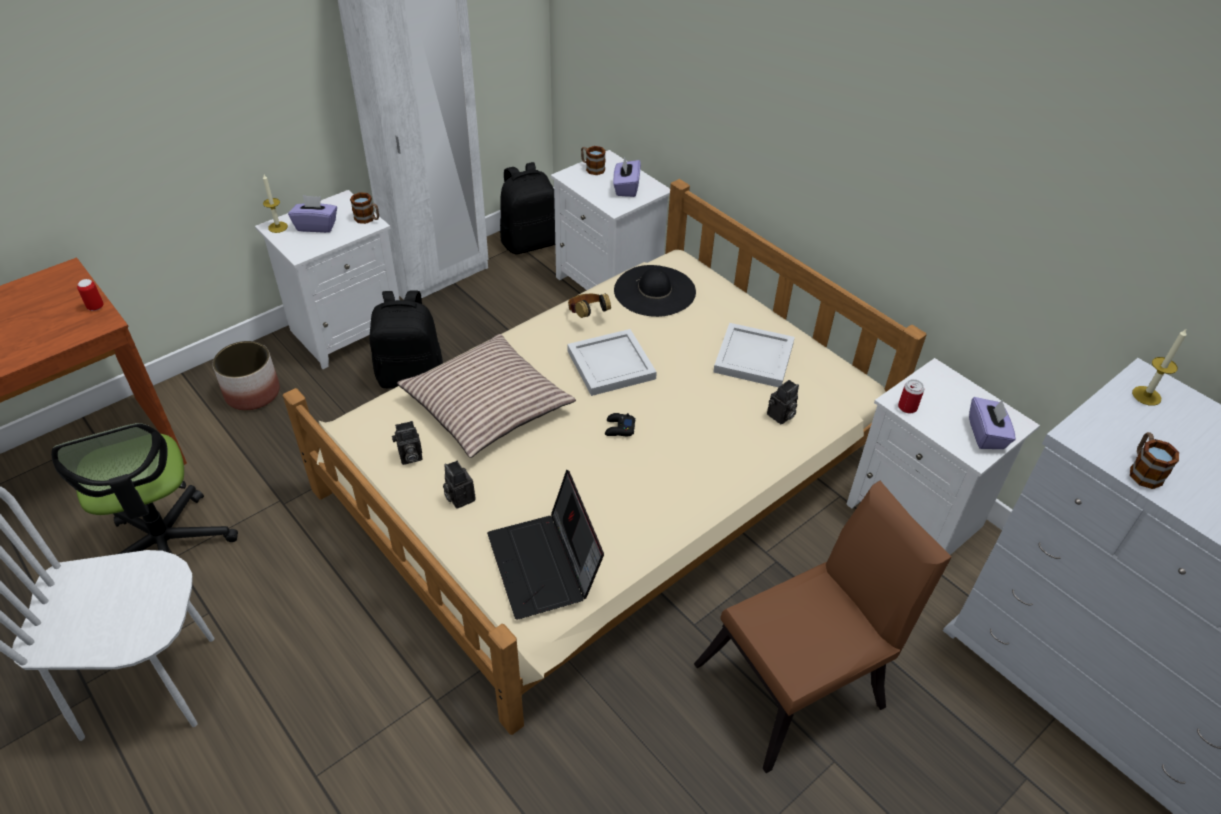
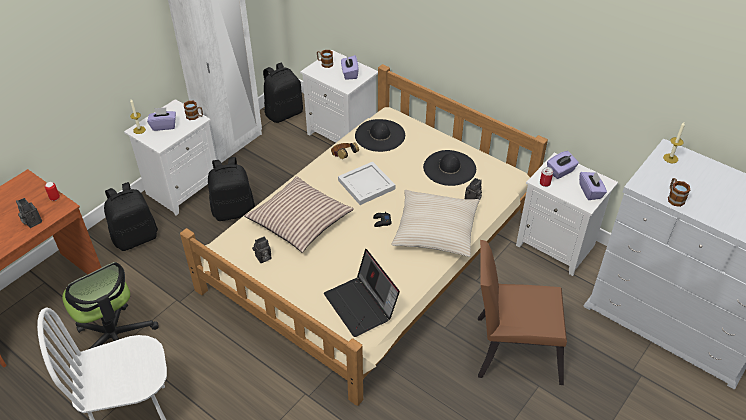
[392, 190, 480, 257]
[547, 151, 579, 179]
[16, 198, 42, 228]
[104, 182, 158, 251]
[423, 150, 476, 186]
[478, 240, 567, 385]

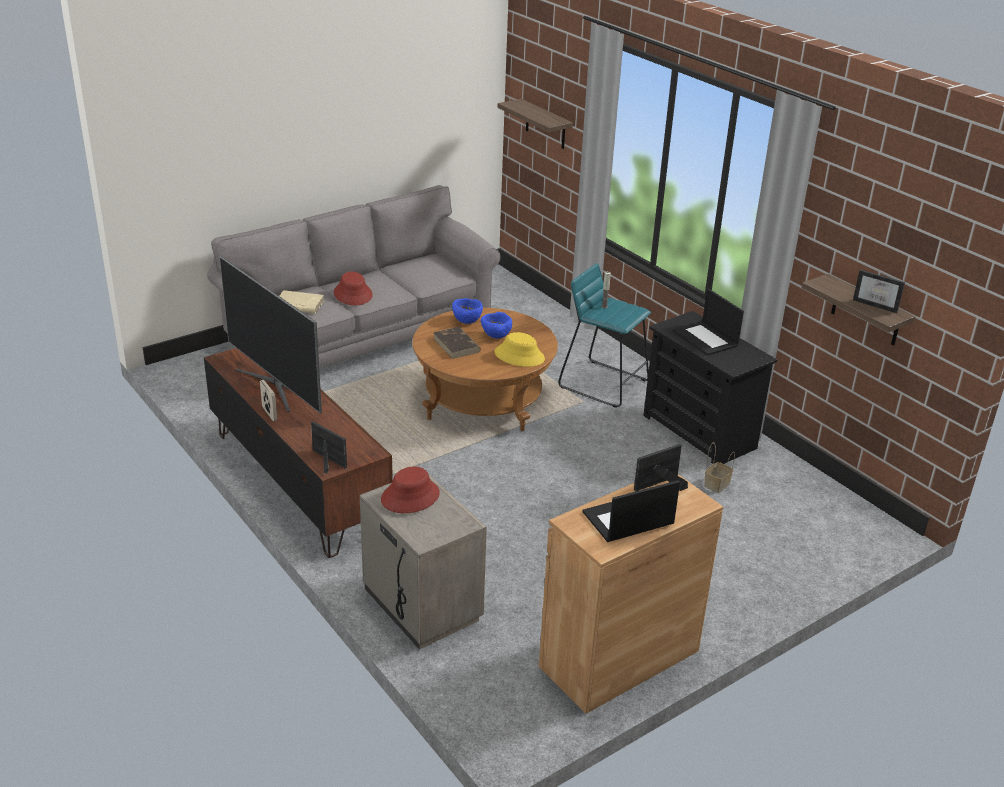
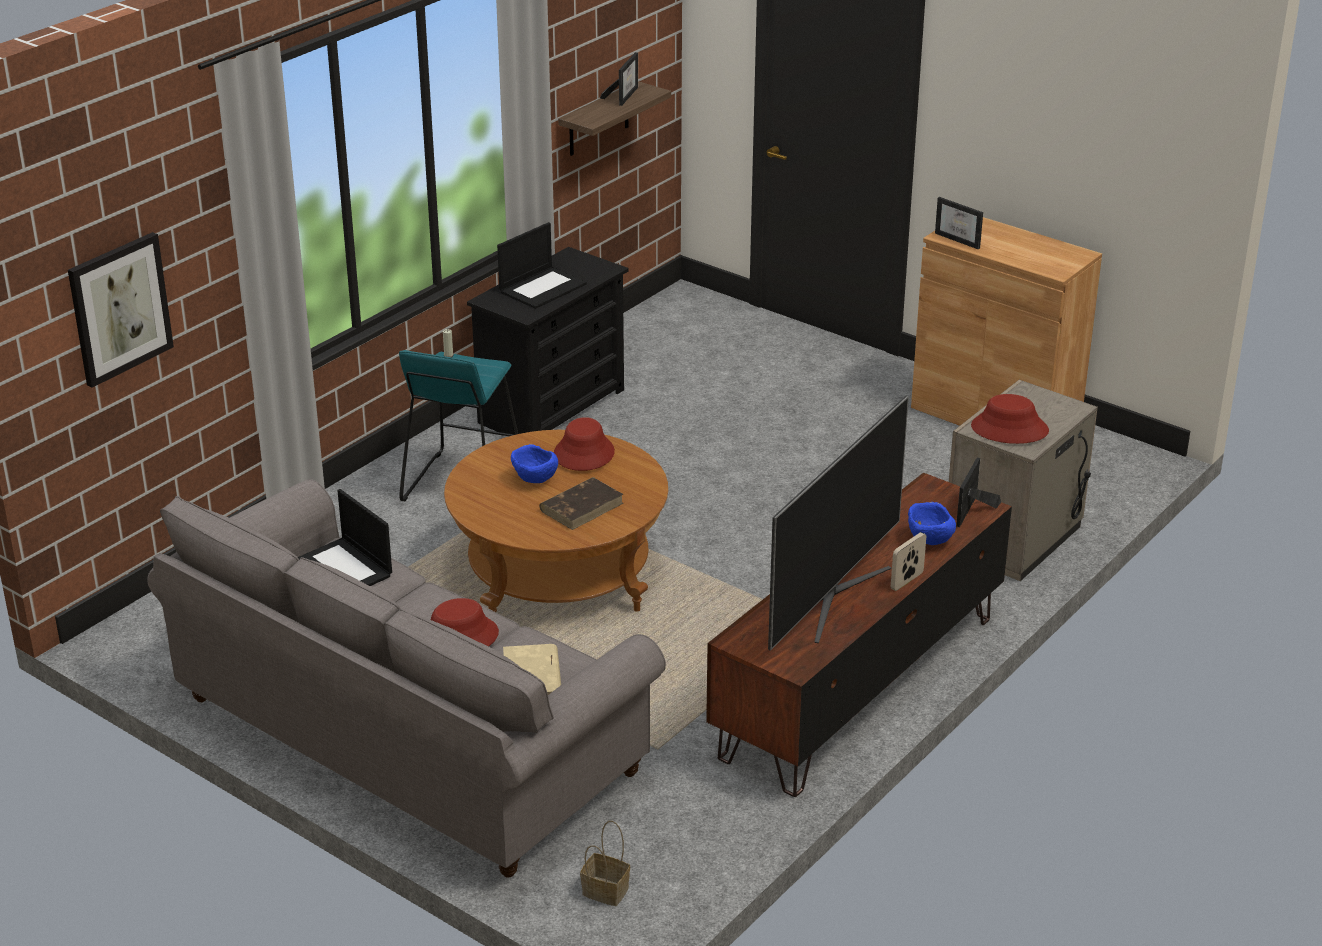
[908, 502, 956, 545]
[298, 489, 392, 586]
[580, 821, 630, 906]
[68, 232, 174, 387]
[554, 417, 615, 471]

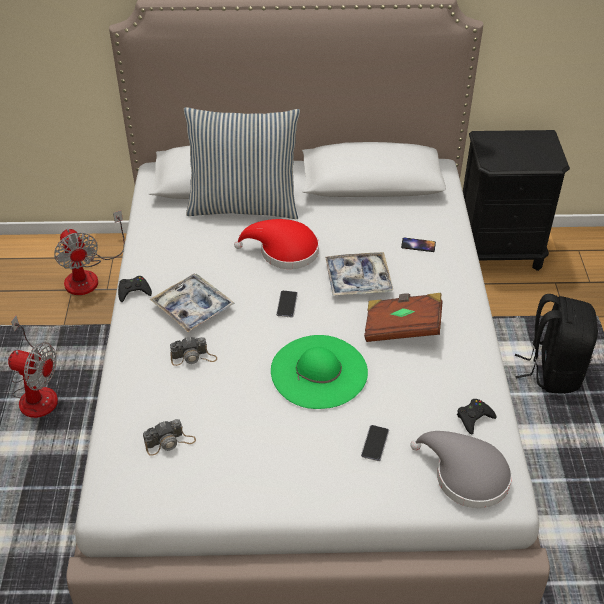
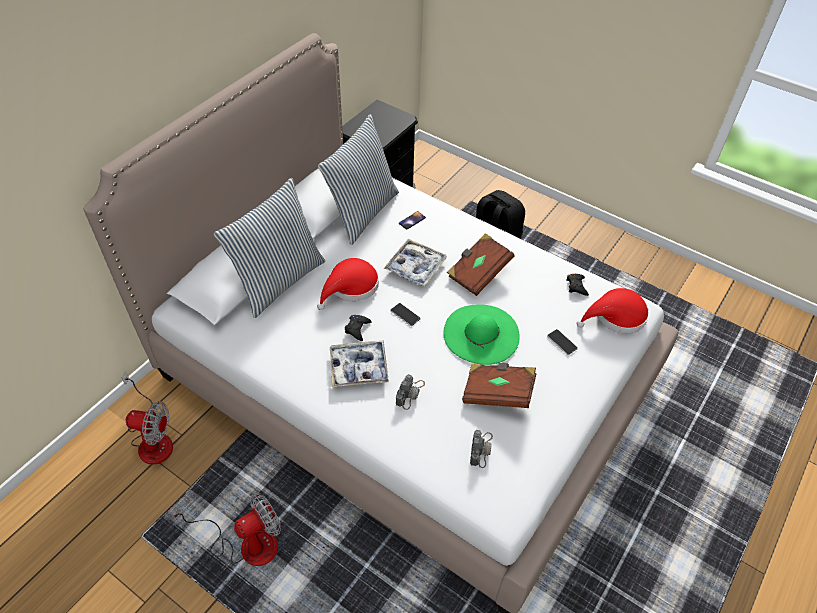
[318, 114, 399, 245]
[462, 363, 536, 408]
[345, 315, 372, 341]
[577, 288, 649, 333]

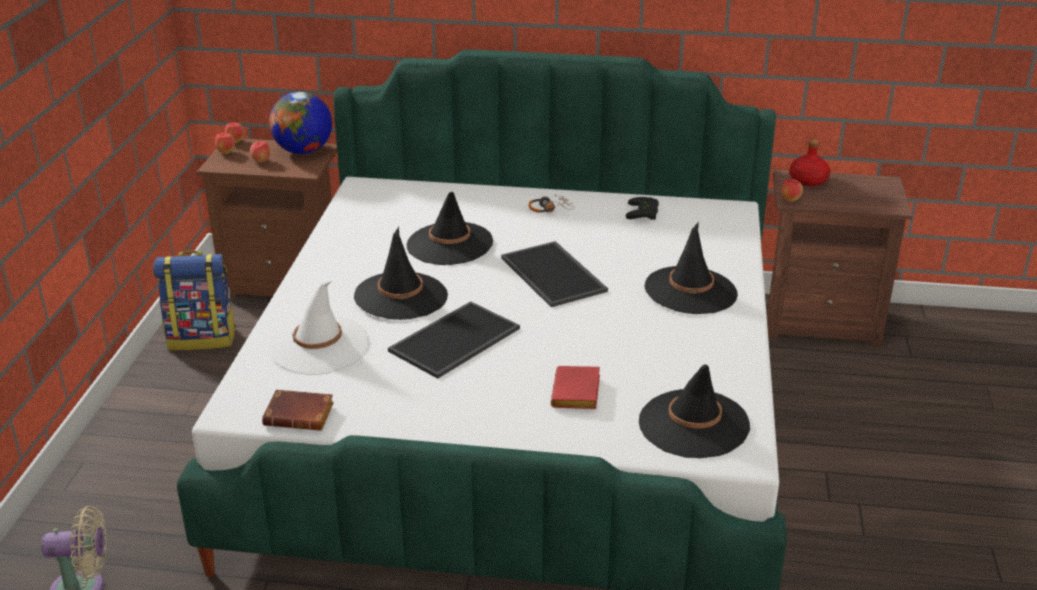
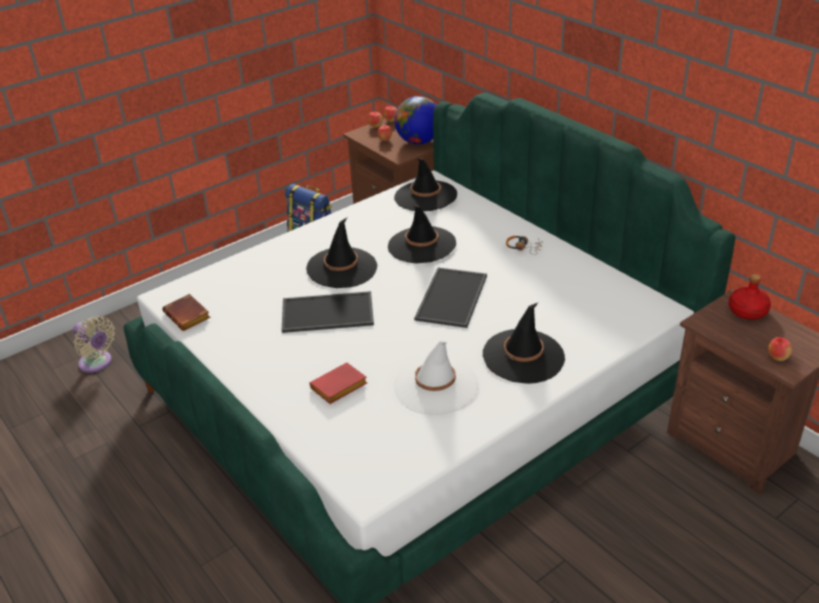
[626, 197, 659, 220] (first image)
[394, 340, 478, 415]
[394, 158, 457, 211]
[768, 337, 792, 361]

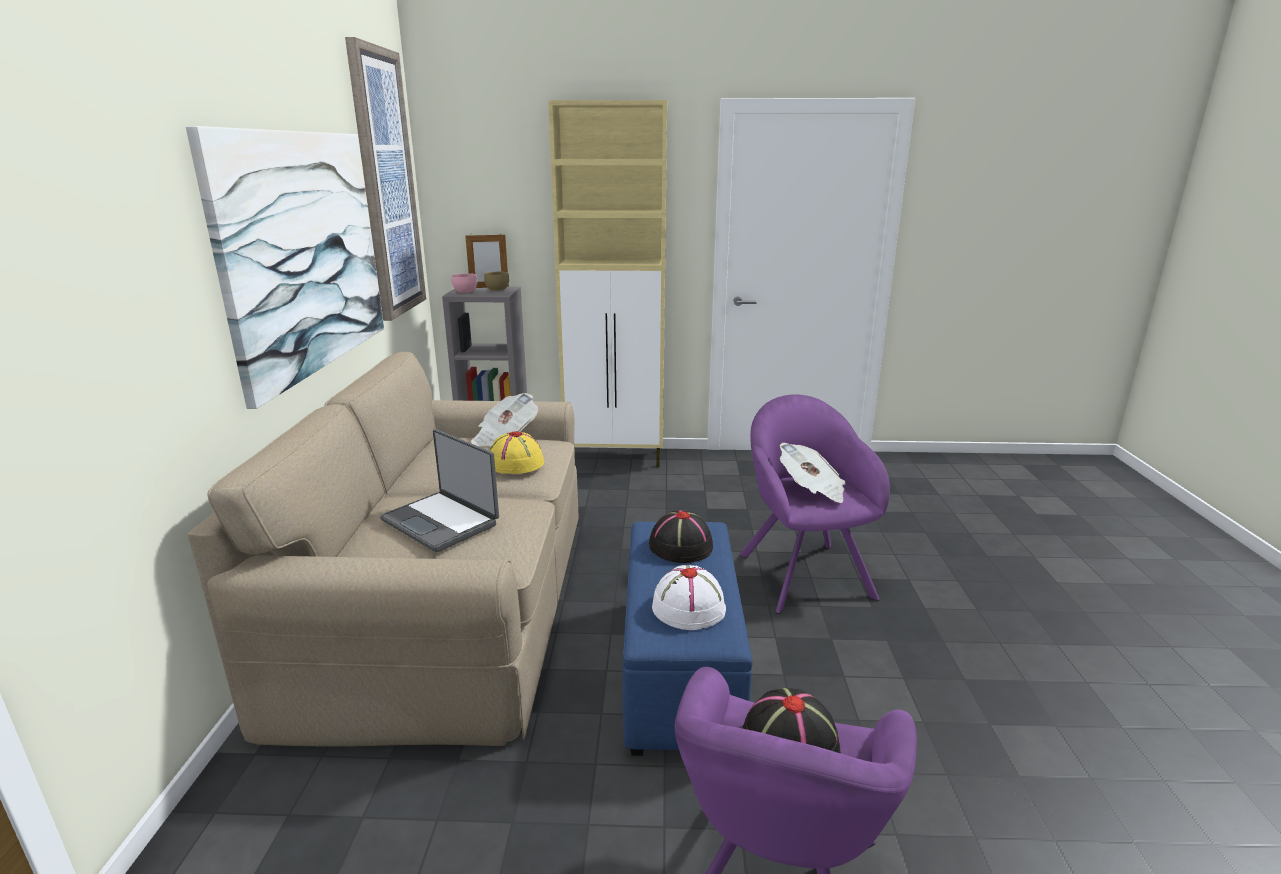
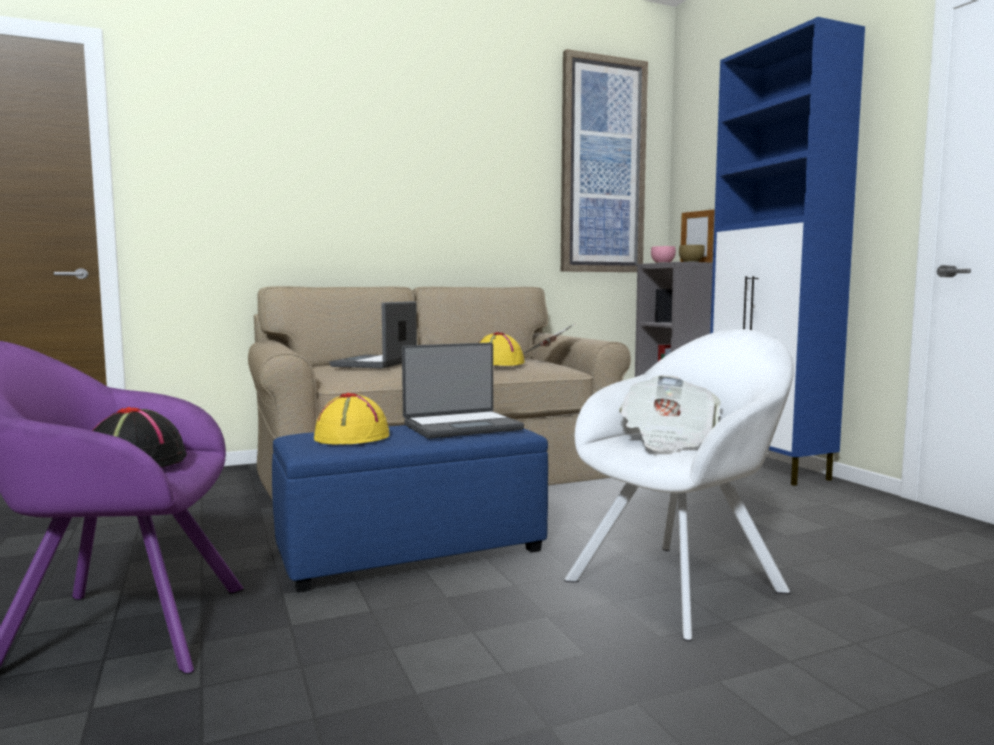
[186, 126, 384, 409] (first image)
[402, 343, 524, 439]
[710, 17, 865, 486]
[314, 393, 389, 445]
[564, 329, 794, 641]

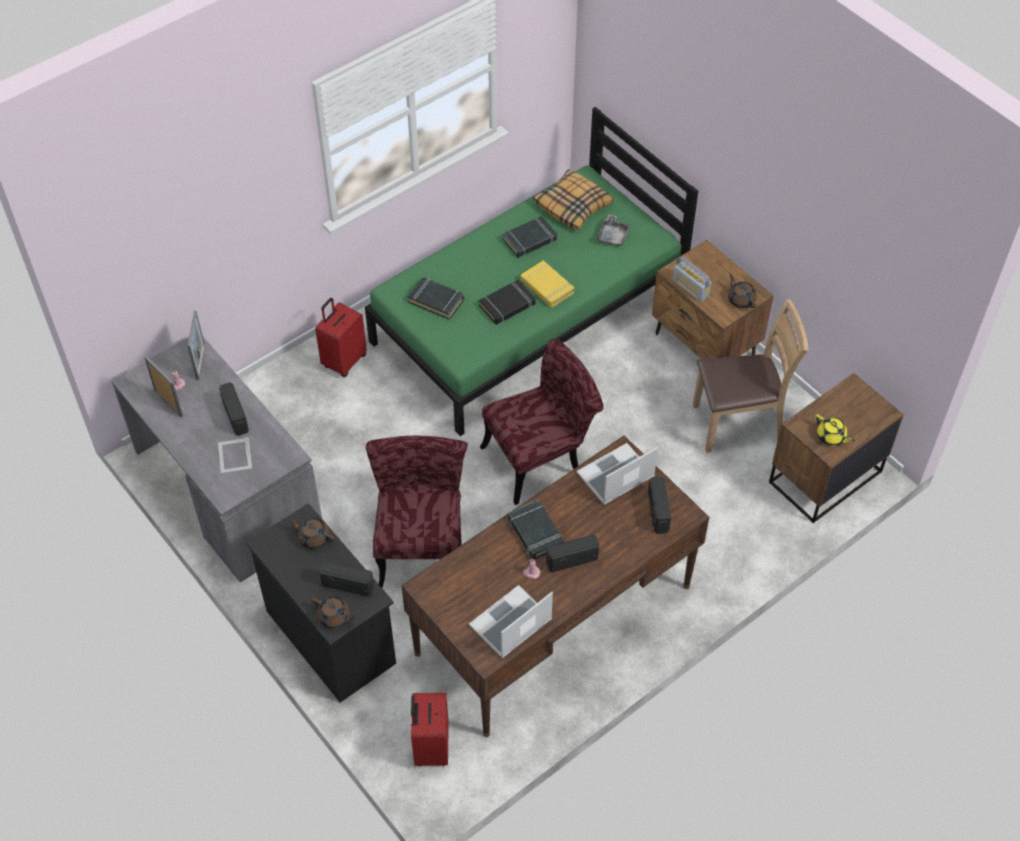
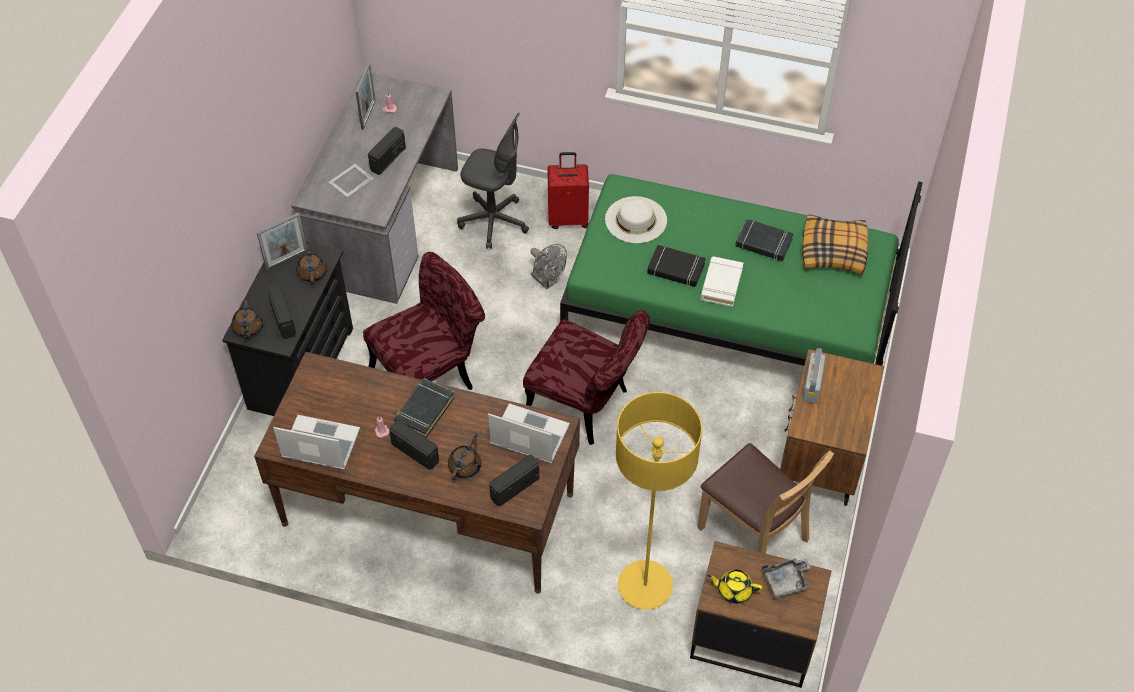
[411, 693, 449, 766] (first image)
[457, 113, 529, 249]
[530, 244, 567, 290]
[616, 392, 702, 610]
[257, 213, 307, 270]
[762, 558, 811, 598]
[448, 434, 481, 480]
[605, 196, 667, 243]
[701, 256, 743, 307]
[707, 569, 763, 603]

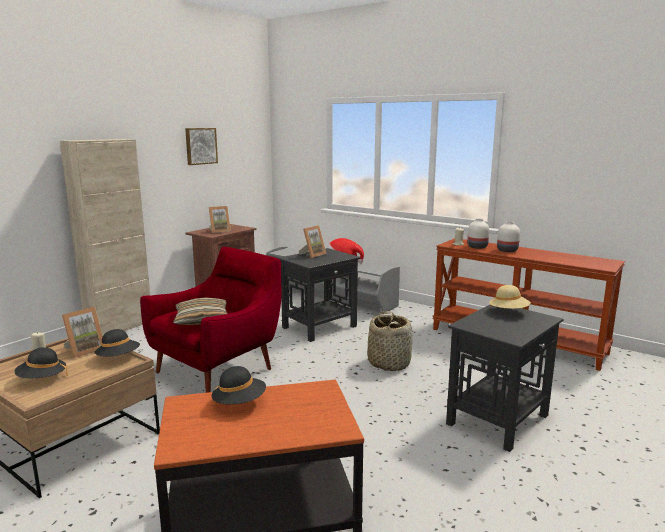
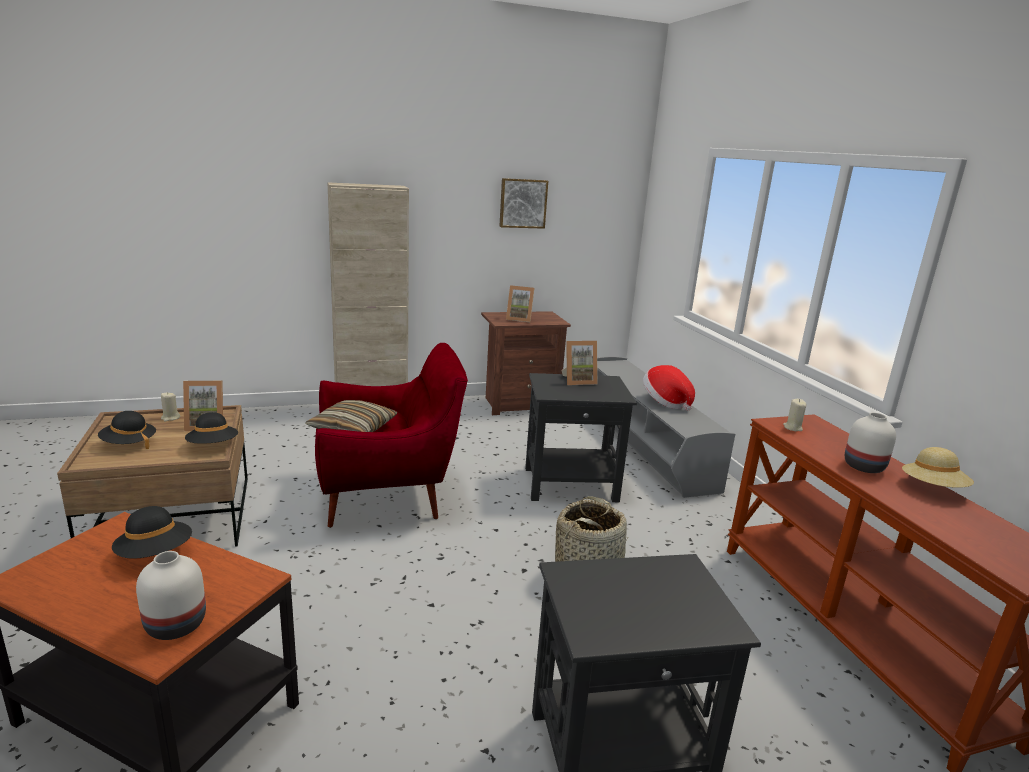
[136, 551, 206, 640]
[902, 447, 974, 488]

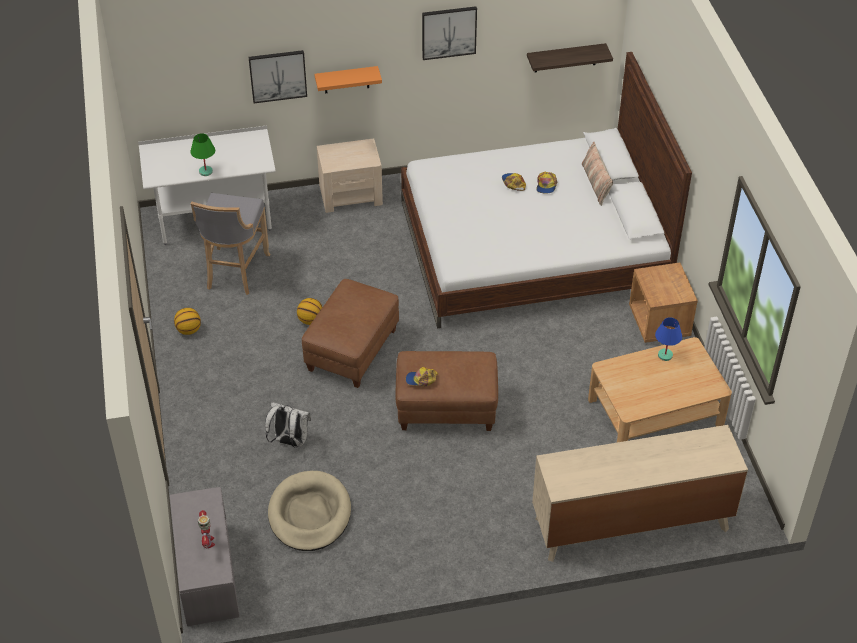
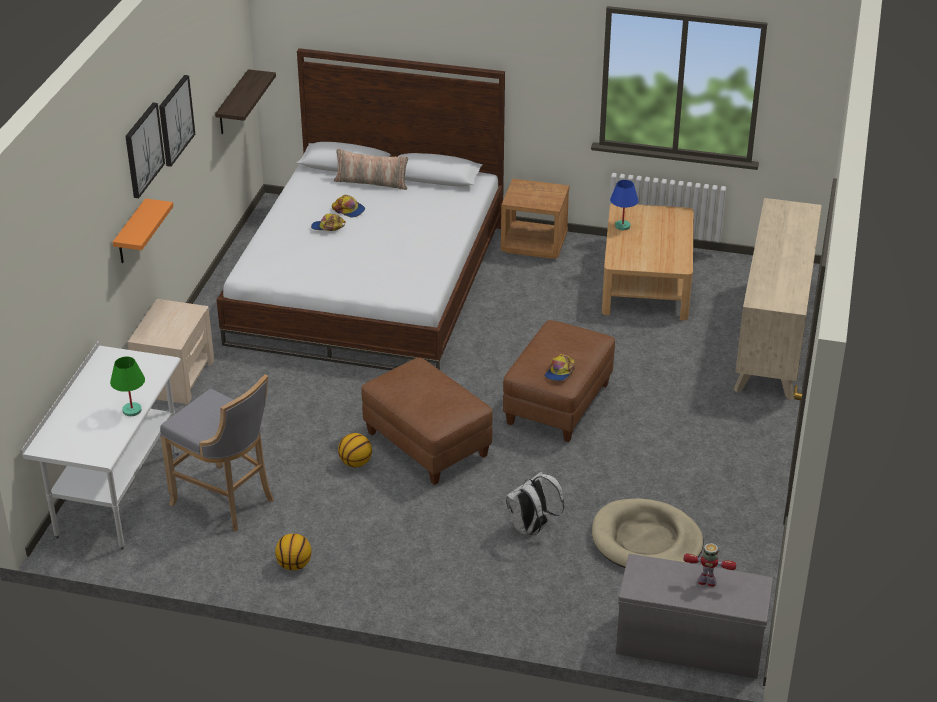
[125, 103, 165, 198]

